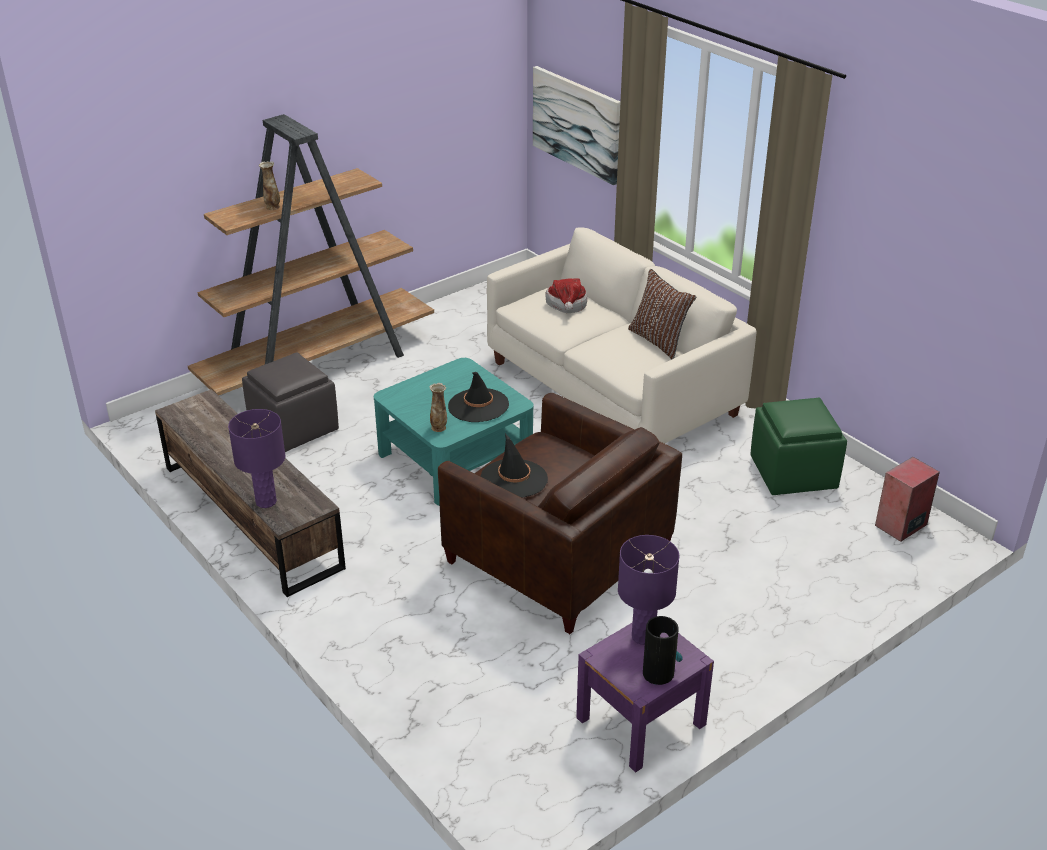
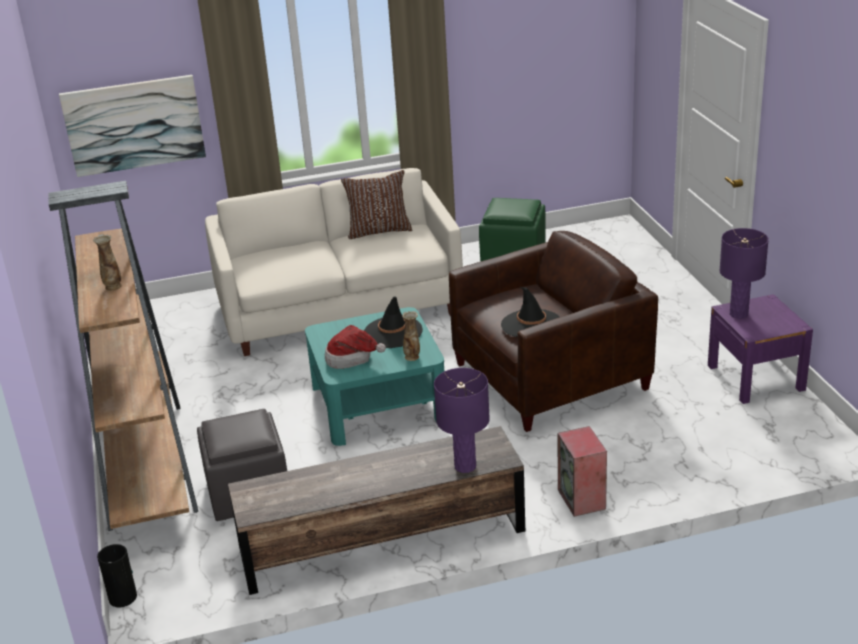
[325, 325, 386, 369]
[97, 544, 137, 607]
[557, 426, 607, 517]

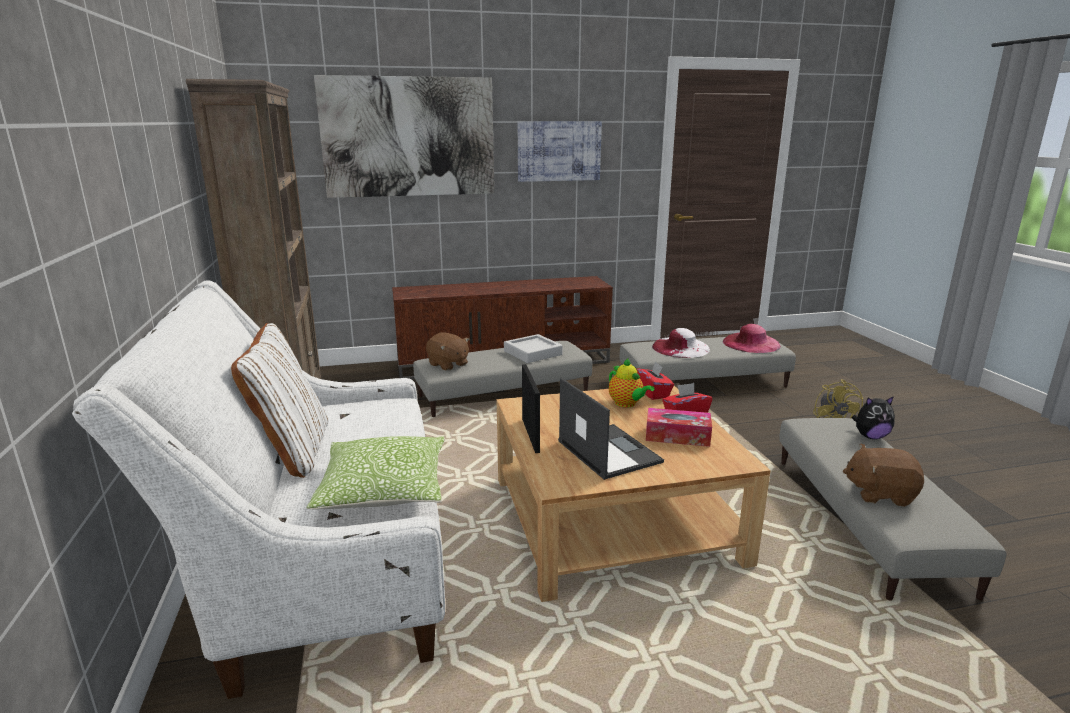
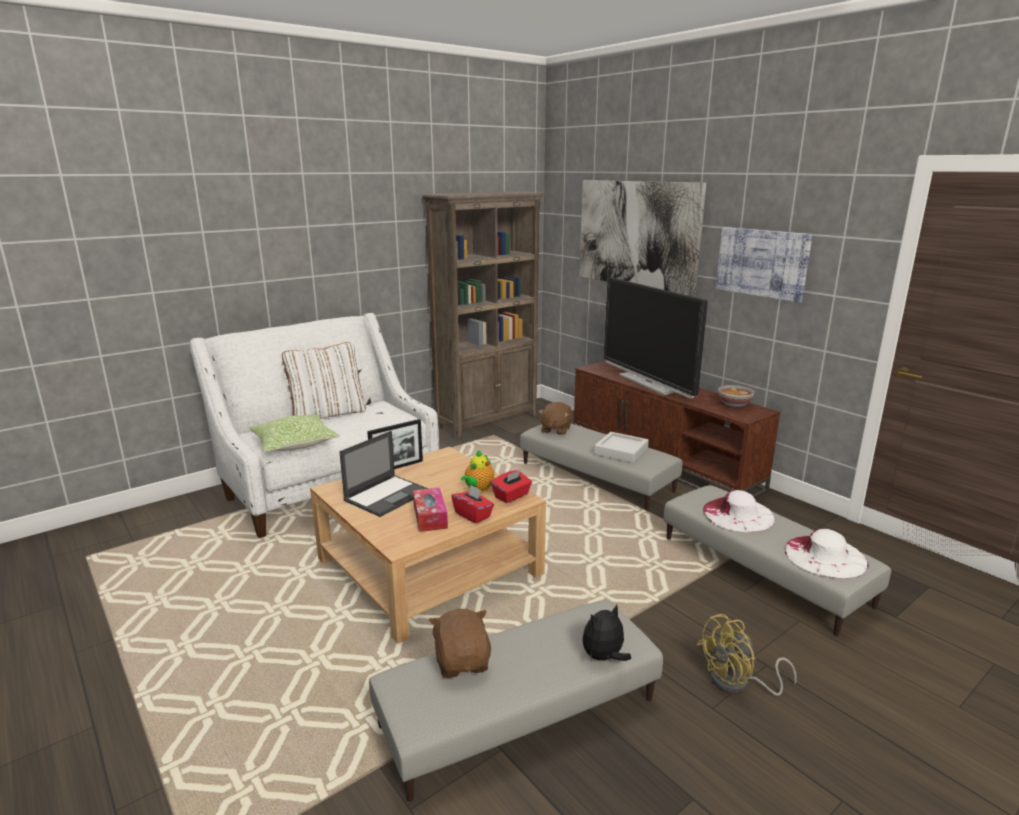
[604, 278, 708, 398]
[718, 385, 754, 407]
[785, 529, 869, 579]
[583, 604, 631, 662]

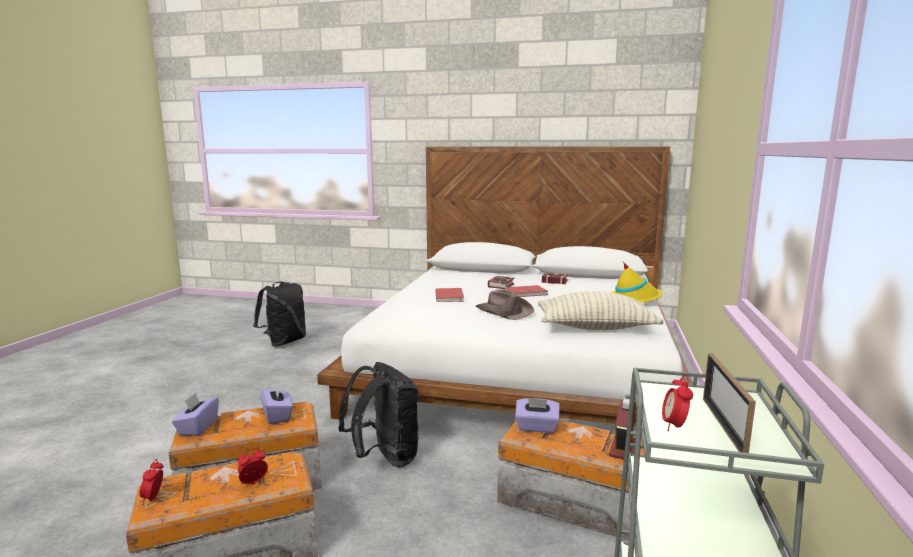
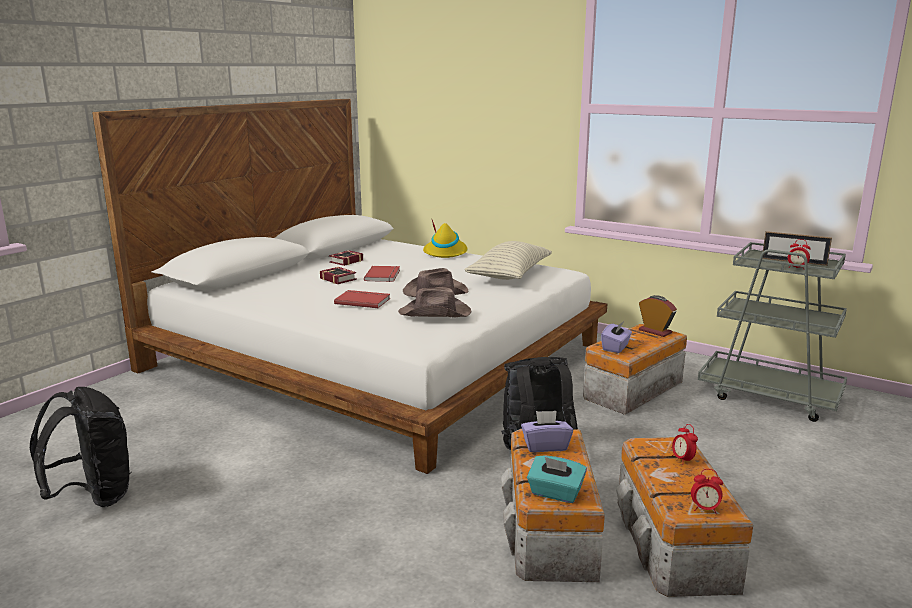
[398, 287, 472, 317]
[527, 455, 587, 503]

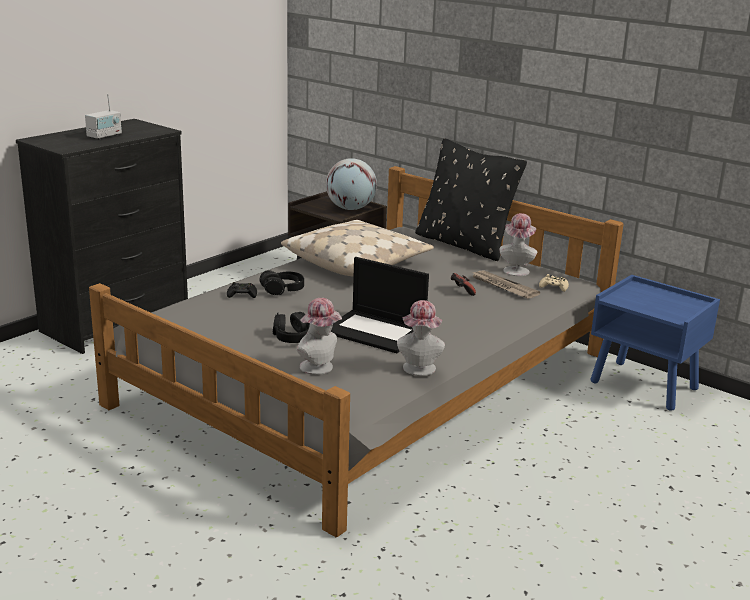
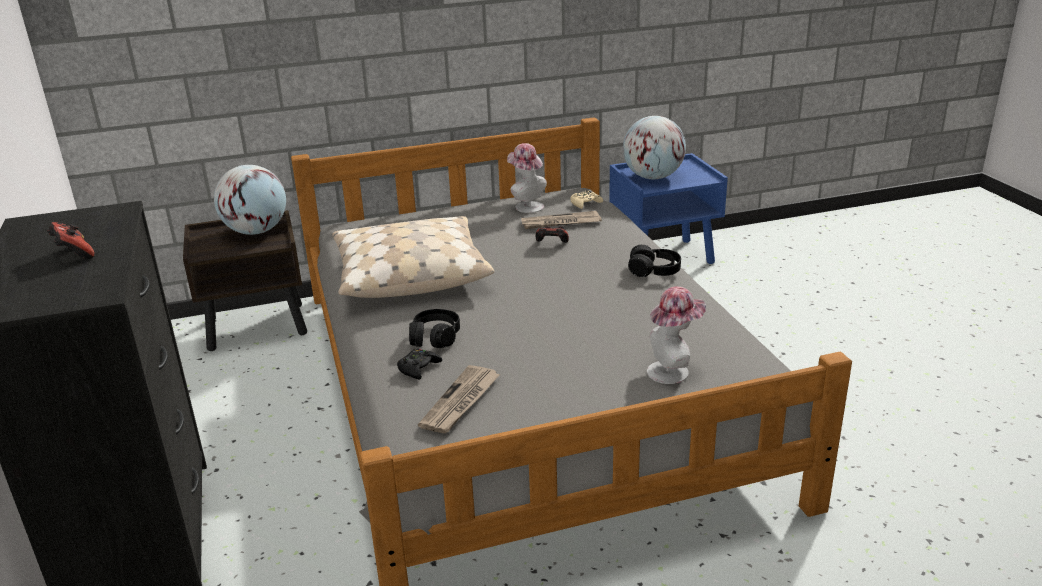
[331, 257, 429, 353] (first image)
[397, 300, 445, 376] (first image)
[415, 138, 527, 261] (first image)
[418, 365, 500, 434]
[623, 116, 686, 179]
[628, 245, 681, 277]
[47, 222, 95, 259]

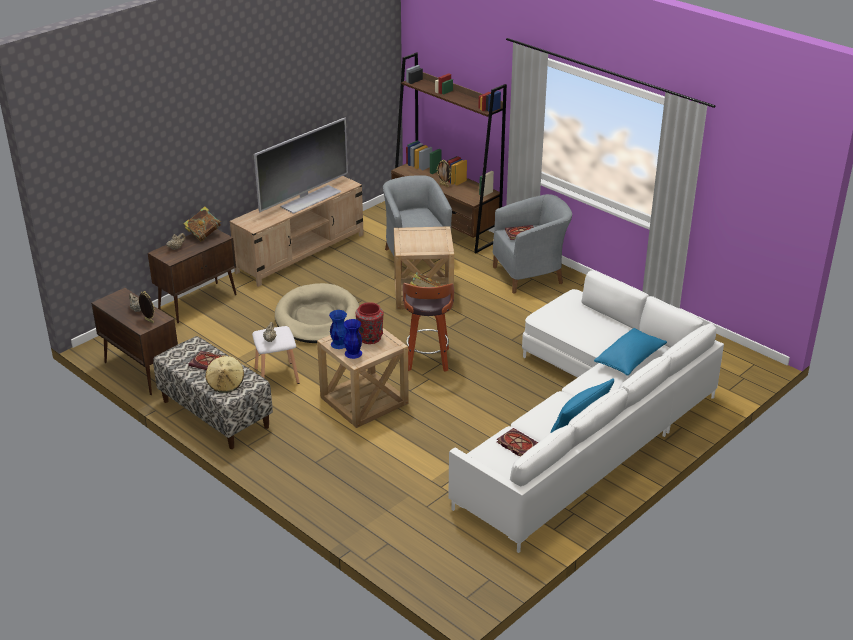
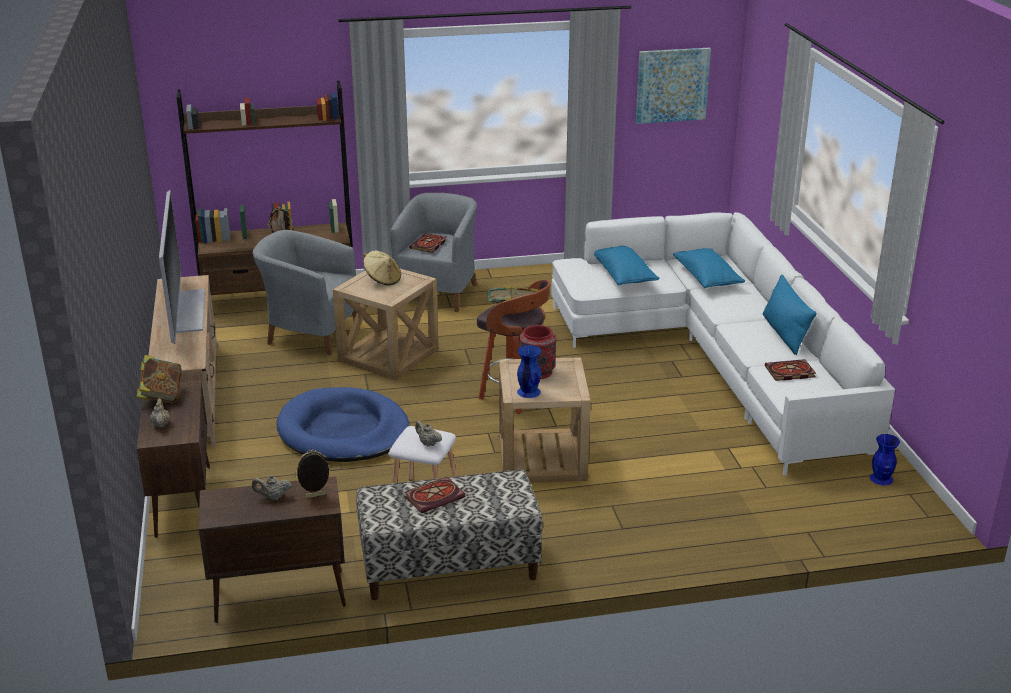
[594, 246, 659, 285]
[636, 48, 711, 124]
[363, 251, 401, 286]
[870, 434, 900, 485]
[277, 387, 409, 462]

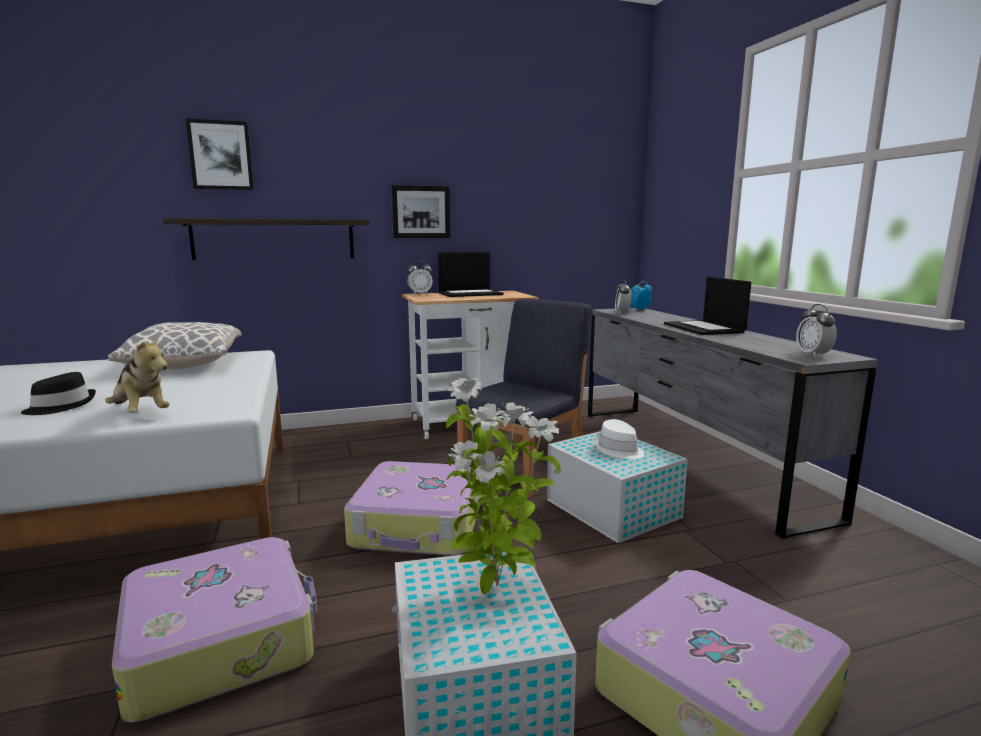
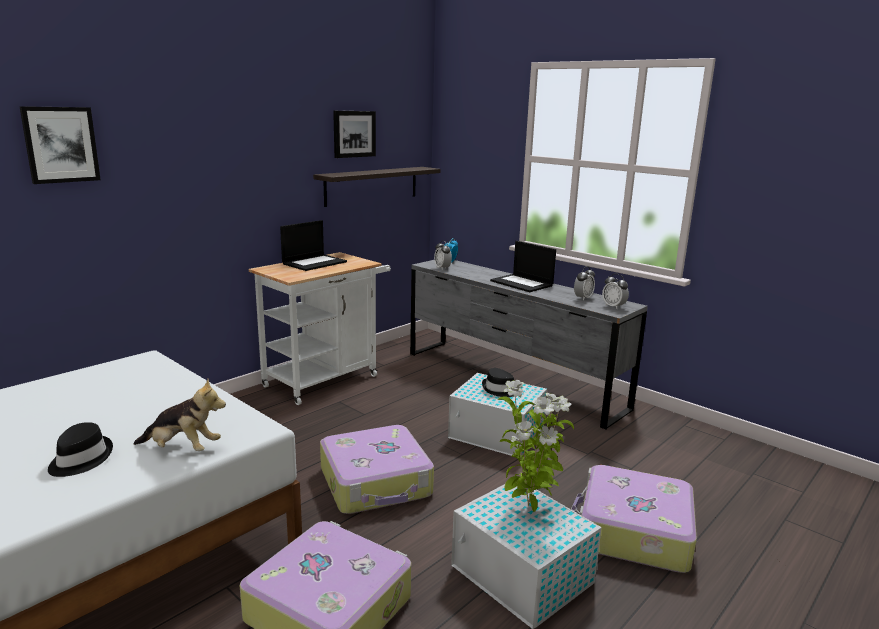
[108, 322, 242, 369] (first image)
[456, 298, 593, 497] (first image)
[313, 167, 441, 207]
[333, 111, 376, 158]
[574, 266, 595, 301]
[482, 368, 514, 397]

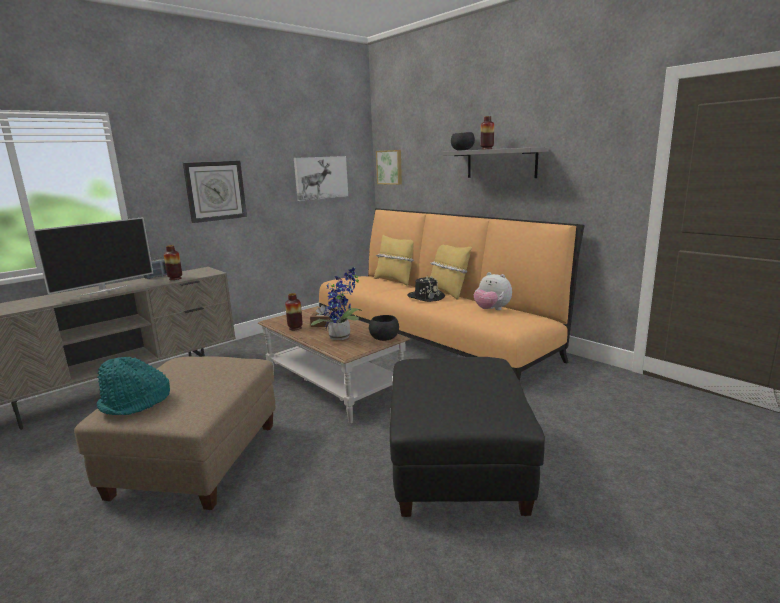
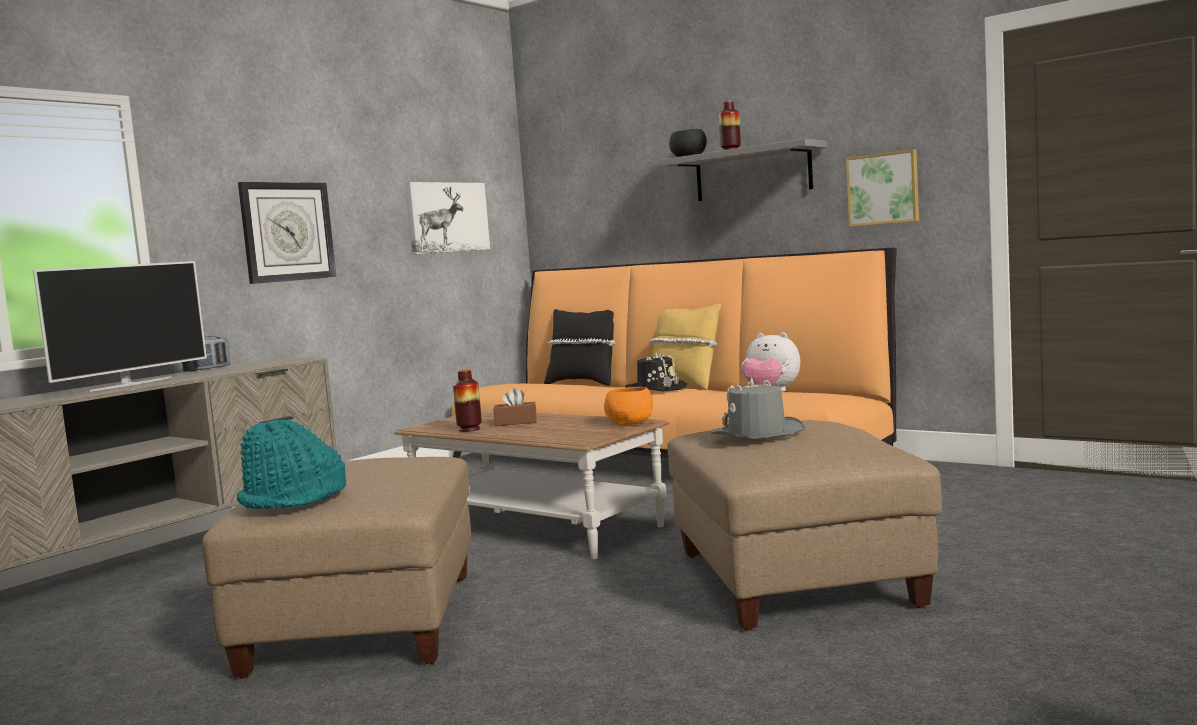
[164, 245, 182, 280] (first image)
[311, 267, 362, 340] (first image)
[710, 377, 805, 440]
[846, 149, 919, 227]
[604, 387, 653, 426]
[544, 309, 616, 386]
[667, 420, 942, 631]

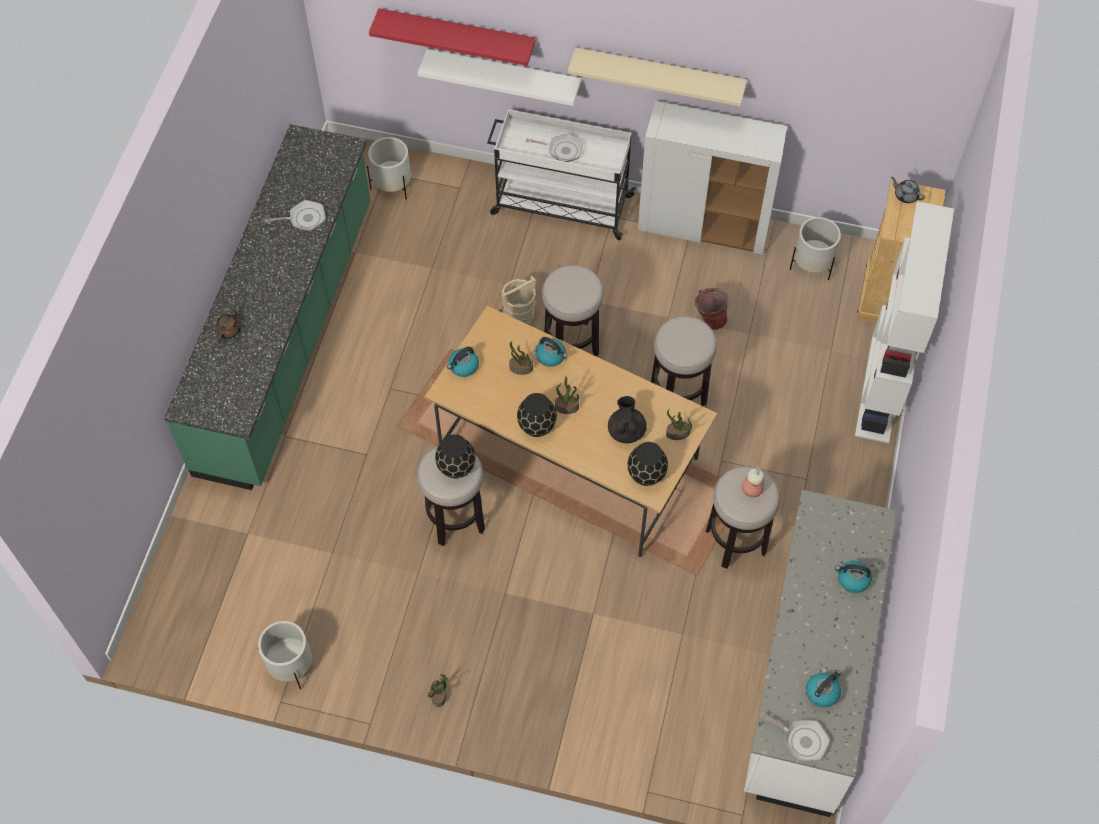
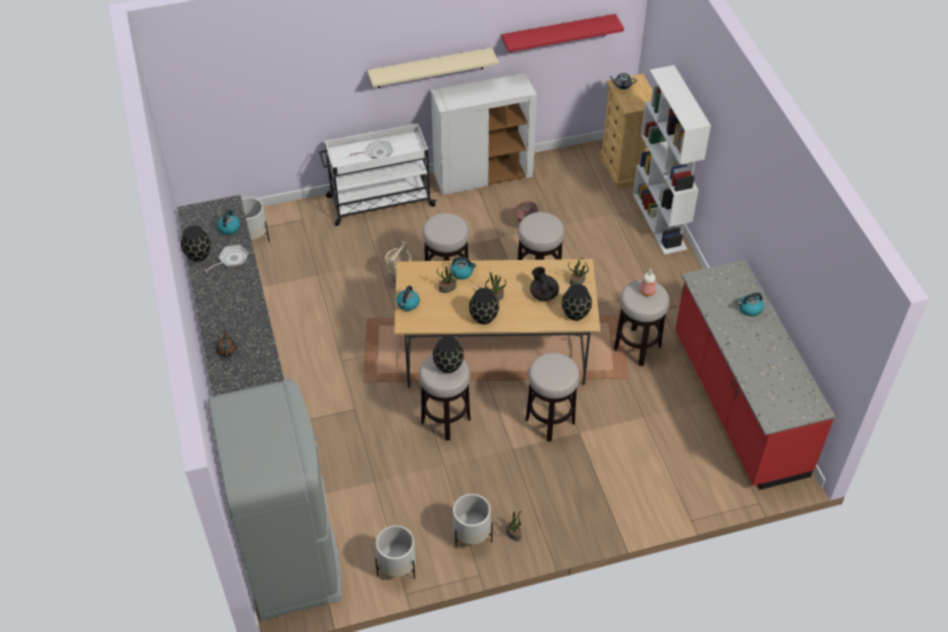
[418, 49, 581, 106] (first image)
[760, 712, 830, 761] (first image)
[181, 225, 211, 262]
[208, 379, 342, 621]
[526, 353, 580, 441]
[502, 14, 624, 53]
[453, 494, 493, 549]
[217, 209, 240, 235]
[675, 260, 835, 490]

